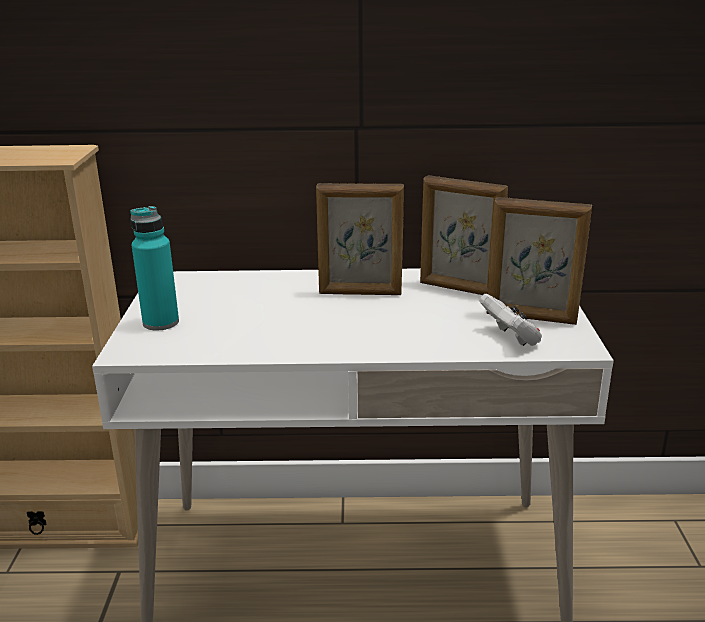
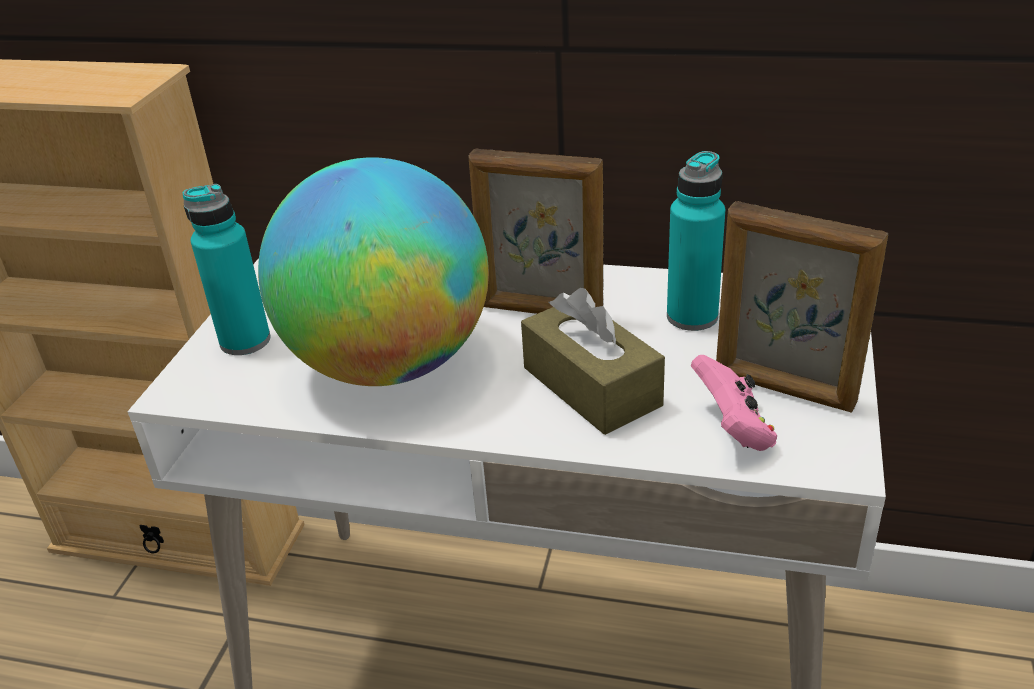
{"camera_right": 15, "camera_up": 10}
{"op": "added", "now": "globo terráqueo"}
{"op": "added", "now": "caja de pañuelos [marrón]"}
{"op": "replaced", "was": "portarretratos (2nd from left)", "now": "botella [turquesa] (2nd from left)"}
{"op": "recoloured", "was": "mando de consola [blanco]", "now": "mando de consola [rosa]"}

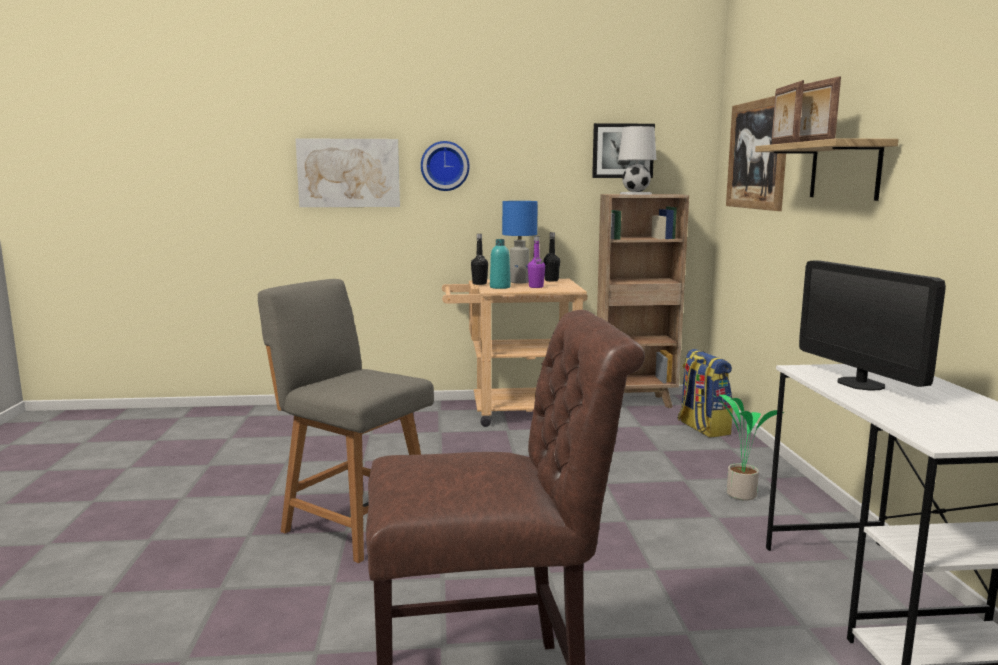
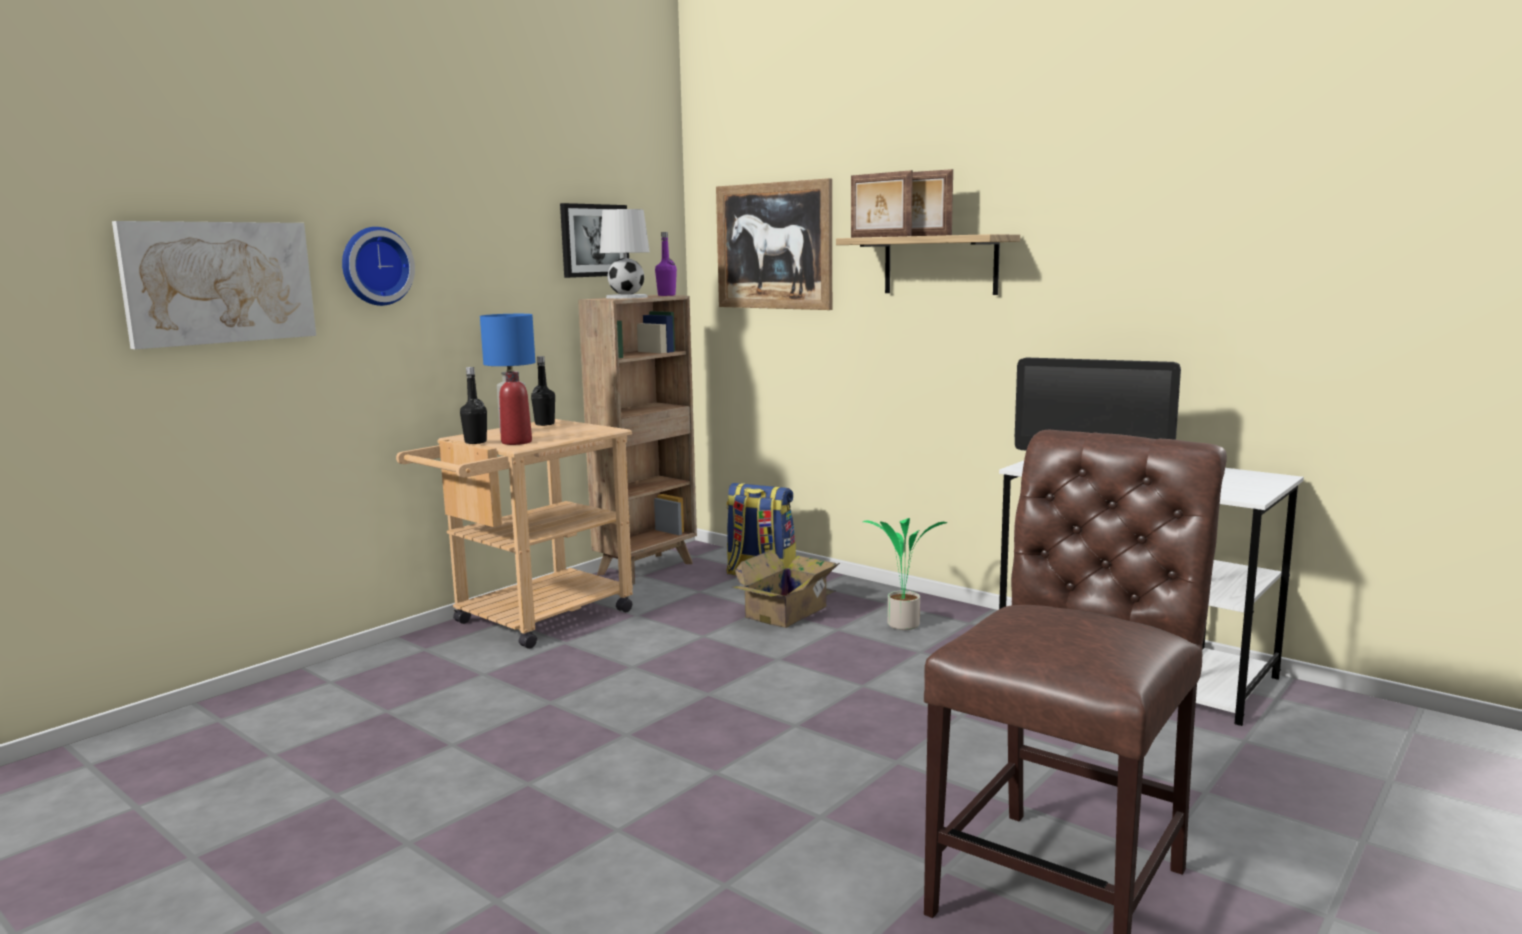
{"camera_right": -45, "camera_up": 0}
{"op": "removed", "was": "silla [gris]"}
{"op": "added", "now": "caja de cartón"}
{"op": "moved", "was": "botella [morado]"}
{"op": "recoloured", "was": "botella [turquesa]", "now": "botella [rojo]"}

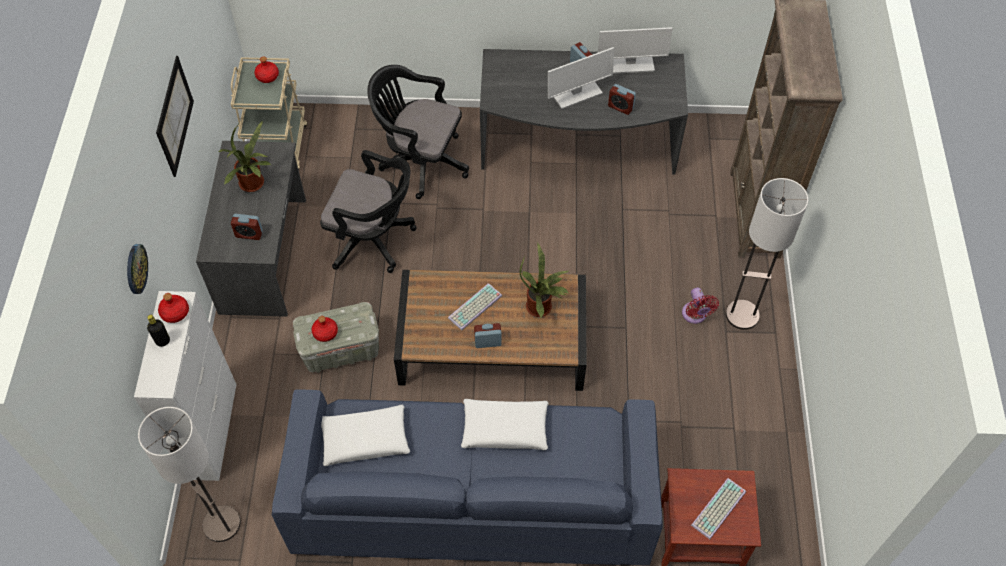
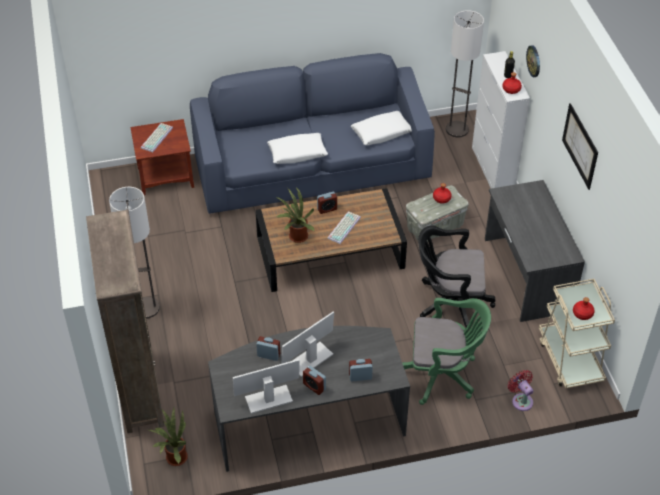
{"camera_right": 165, "camera_up": -10}
{"op": "moved", "was": "planta en maceta (1st from left)"}
{"op": "moved", "was": "despertador (1st from left in the first image)", "now": "despertador (4th from left)"}
{"op": "moved", "was": "ventilador [rojo]"}
{"op": "recoloured", "was": "silla de oficina [negro] (2nd from left)", "now": "silla de oficina [verde]"}

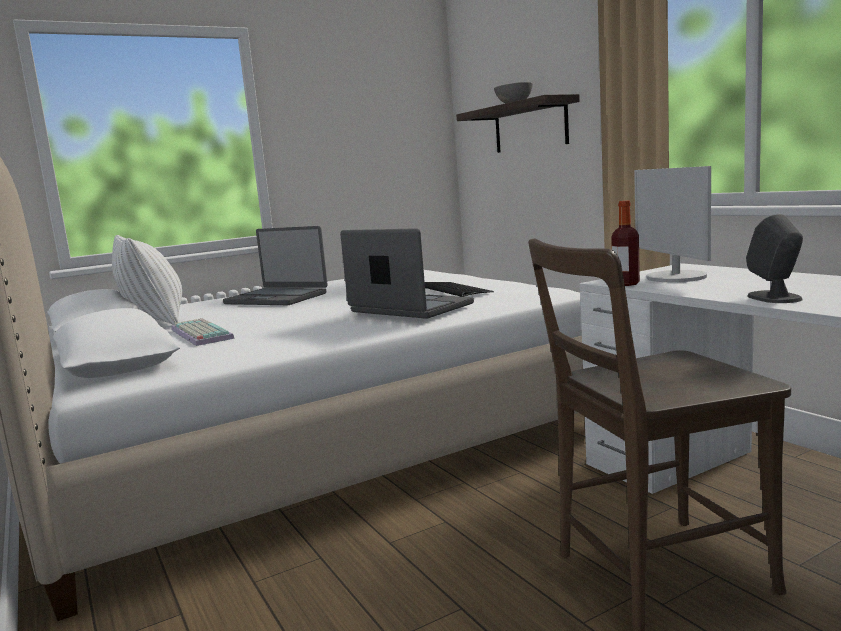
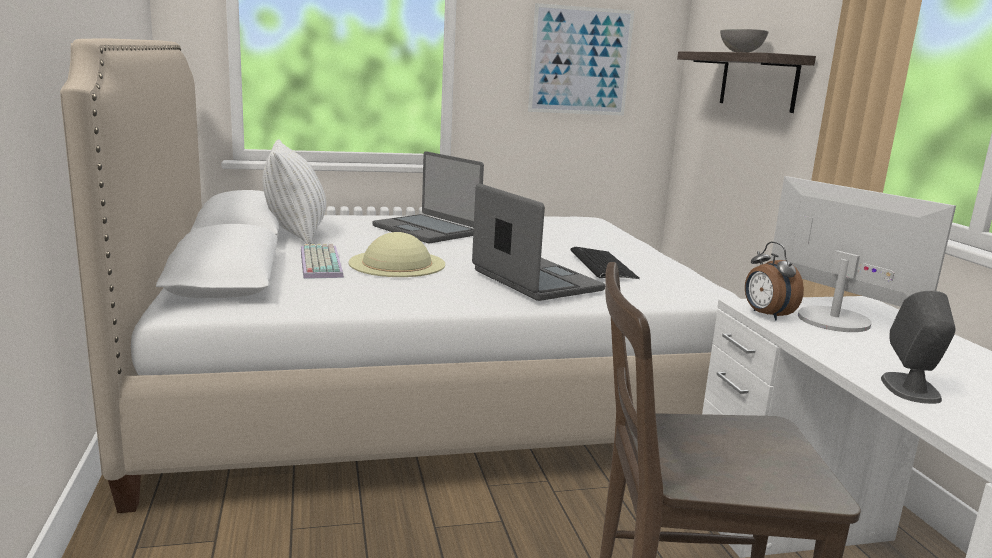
{"camera_right": 15, "camera_up": 5}
{"op": "added", "now": "sombrero [beis]"}
{"op": "added", "now": "cuadro"}
{"op": "replaced", "was": "botella", "now": "despertador"}
{"op": "turned", "was": "monitor", "clockwise": 135}

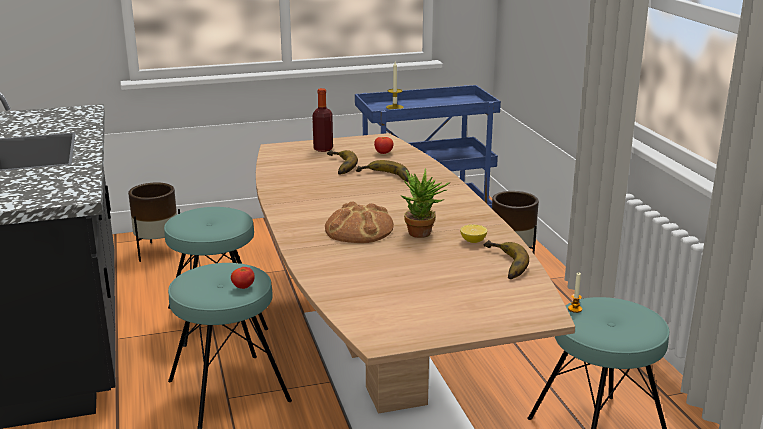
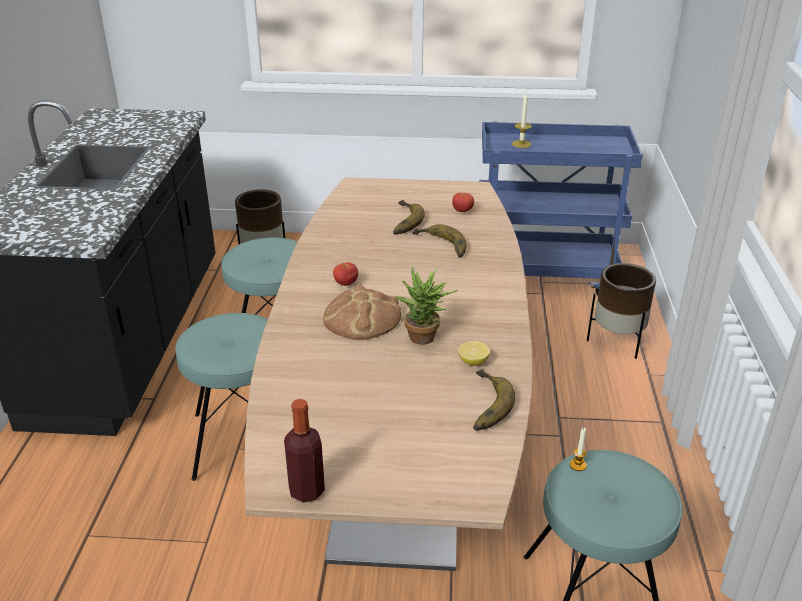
{"camera_right": 20, "camera_up": 10}
{"op": "moved", "was": "tomate (1st from left)"}
{"op": "moved", "was": "botella"}

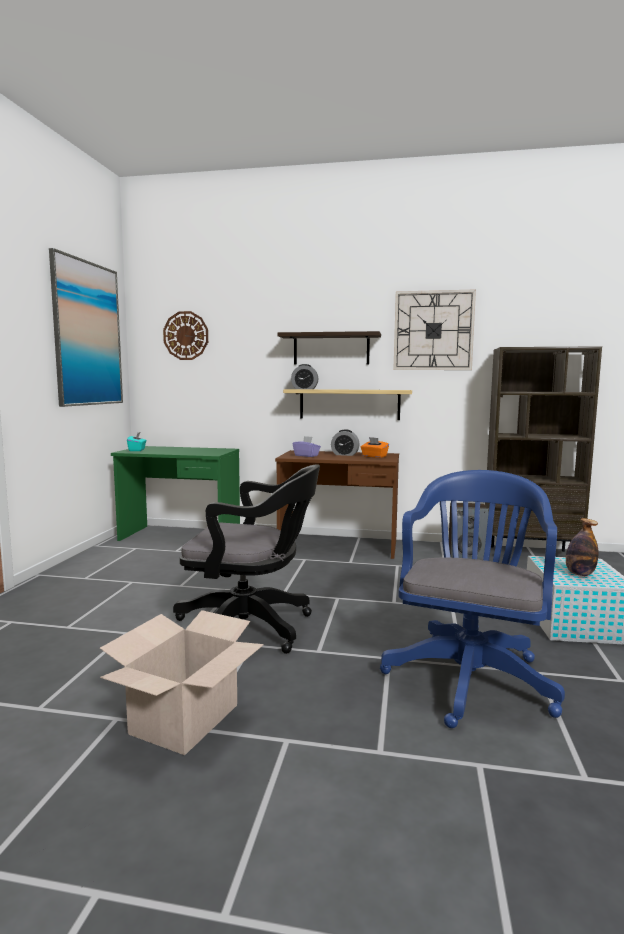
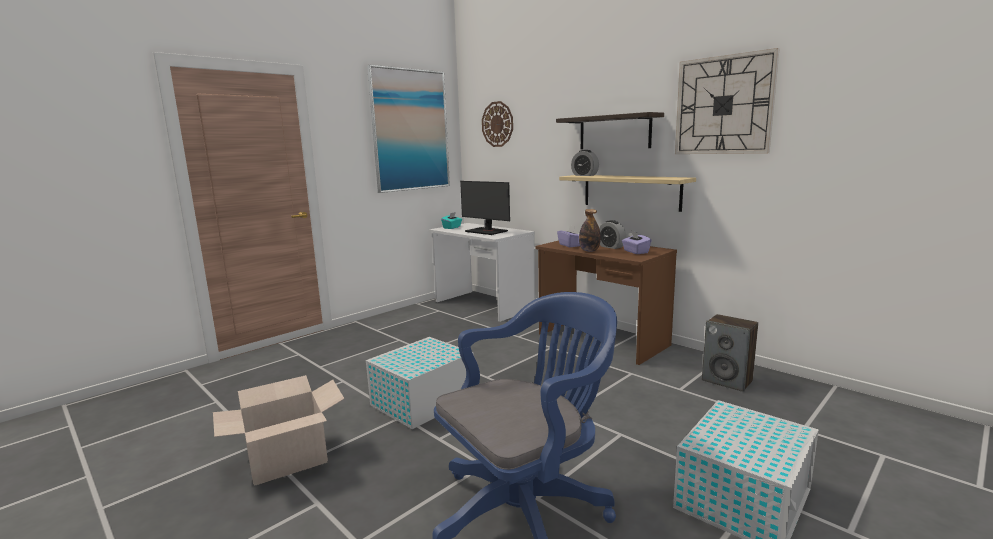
{"camera_right": 35, "camera_up": 5}
{"op": "removed", "was": "estantería [marrón]"}
{"op": "added", "now": "monitor"}
{"op": "moved", "was": "botella"}
{"op": "replaced", "was": "silla de oficina [negro]", "now": "caja de almacenaje [blanco] (1st from left)"}
{"op": "recoloured", "was": "escritorio [verde]", "now": "escritorio [blanco]"}
{"op": "recoloured", "was": "caja de pañuelos [naranja]", "now": "caja de pañuelos [morado] (2nd from left)"}

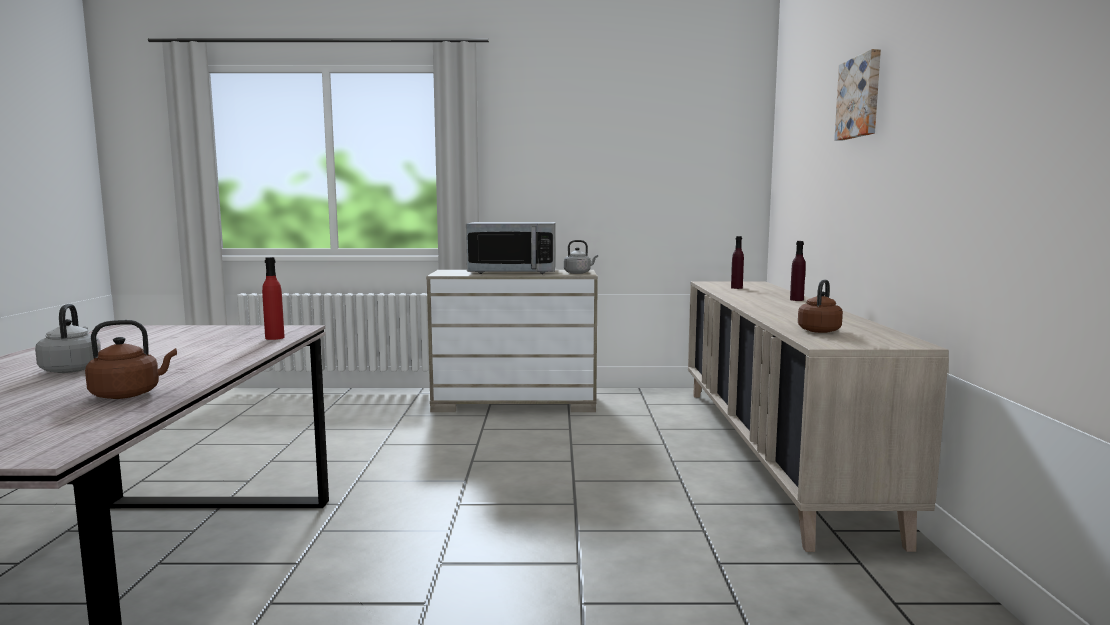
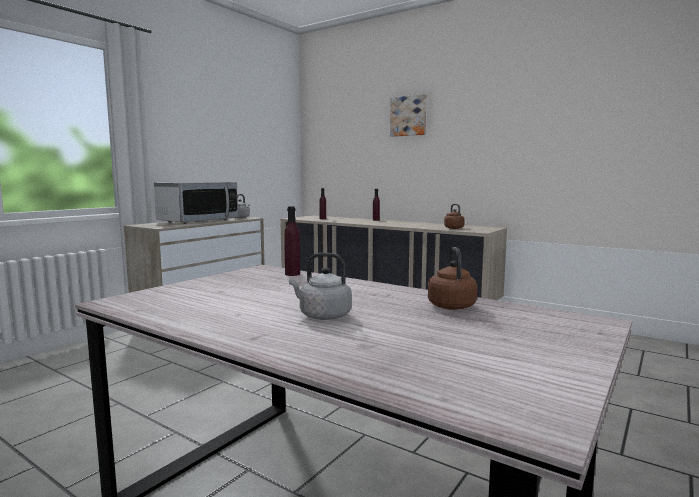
{"camera_right": -55, "camera_up": 0}
{"op": "recoloured", "was": "botella [rojo]", "now": "botella [morado] (1st from left)"}

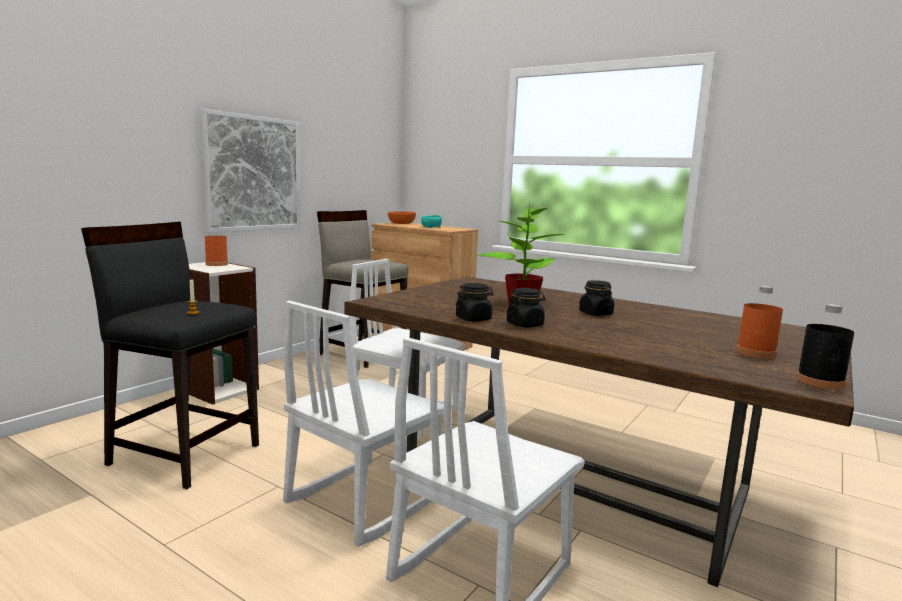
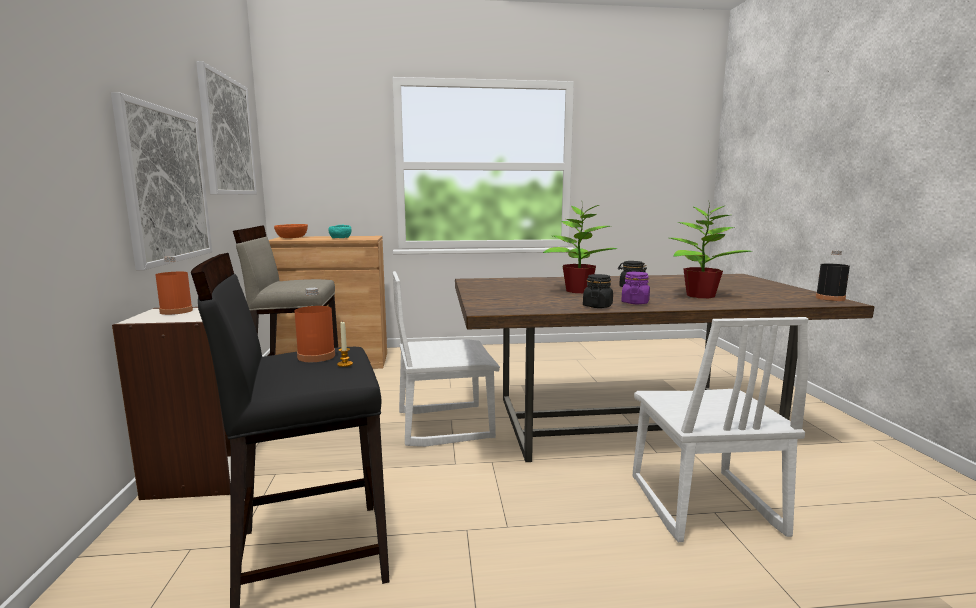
{"camera_right": -40, "camera_up": 0}
{"op": "removed", "was": "silla [blanco] (1st from left)"}
{"op": "added", "now": "cuadro (2nd from left)"}
{"op": "added", "now": "planta en maceta (2nd from left)"}
{"op": "moved", "was": "botella [naranja] (2nd from left)"}
{"op": "recoloured", "was": "tarro [negro] (2nd from left)", "now": "tarro [morado]"}

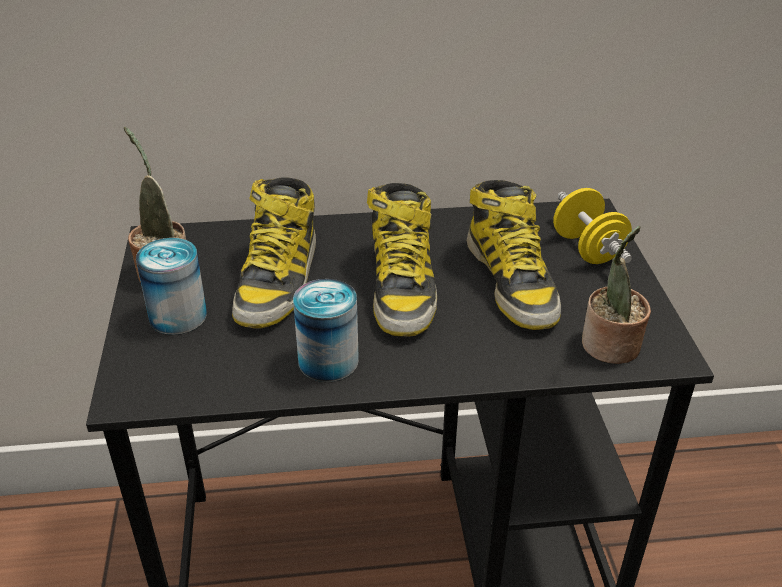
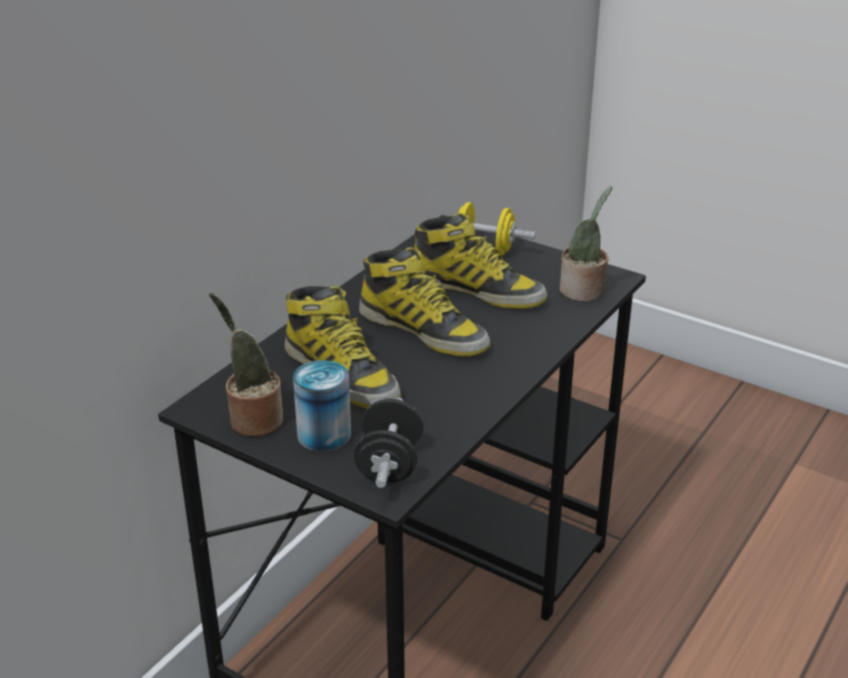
{"camera_right": -50, "camera_up": -5}
{"op": "removed", "was": "lata (2nd from left)"}
{"op": "added", "now": "mancuerna [negro]"}

